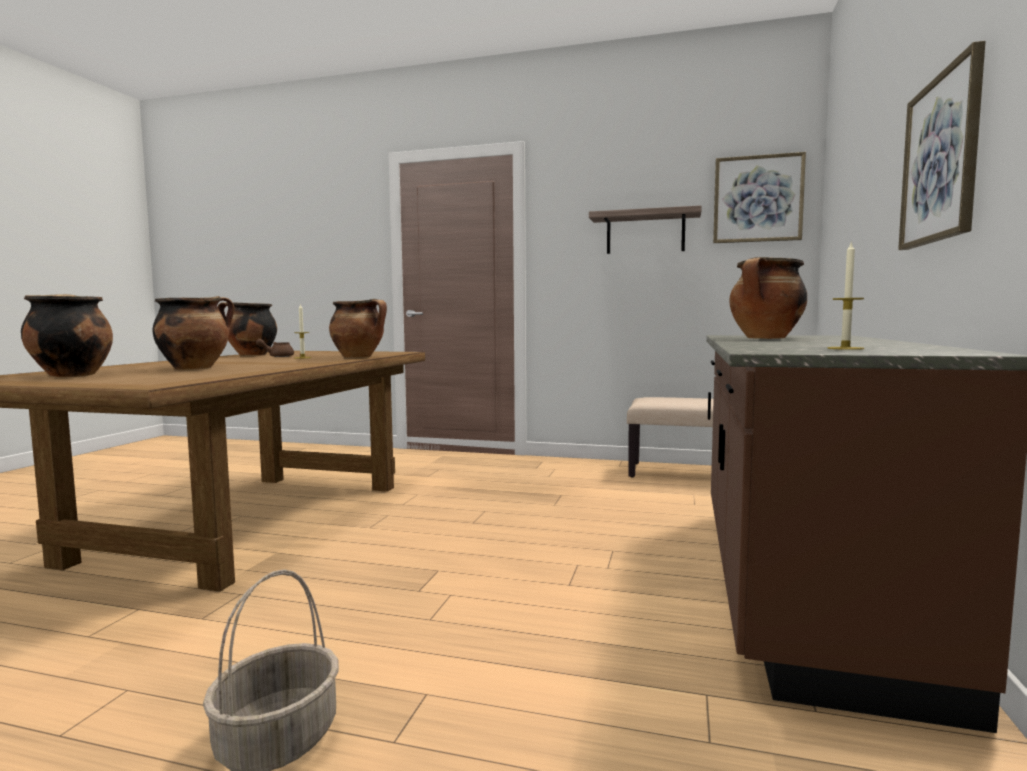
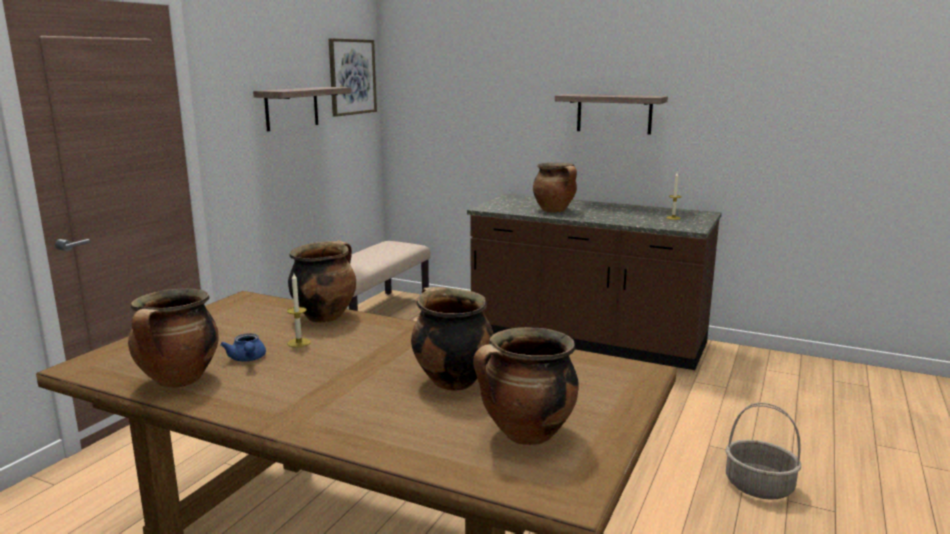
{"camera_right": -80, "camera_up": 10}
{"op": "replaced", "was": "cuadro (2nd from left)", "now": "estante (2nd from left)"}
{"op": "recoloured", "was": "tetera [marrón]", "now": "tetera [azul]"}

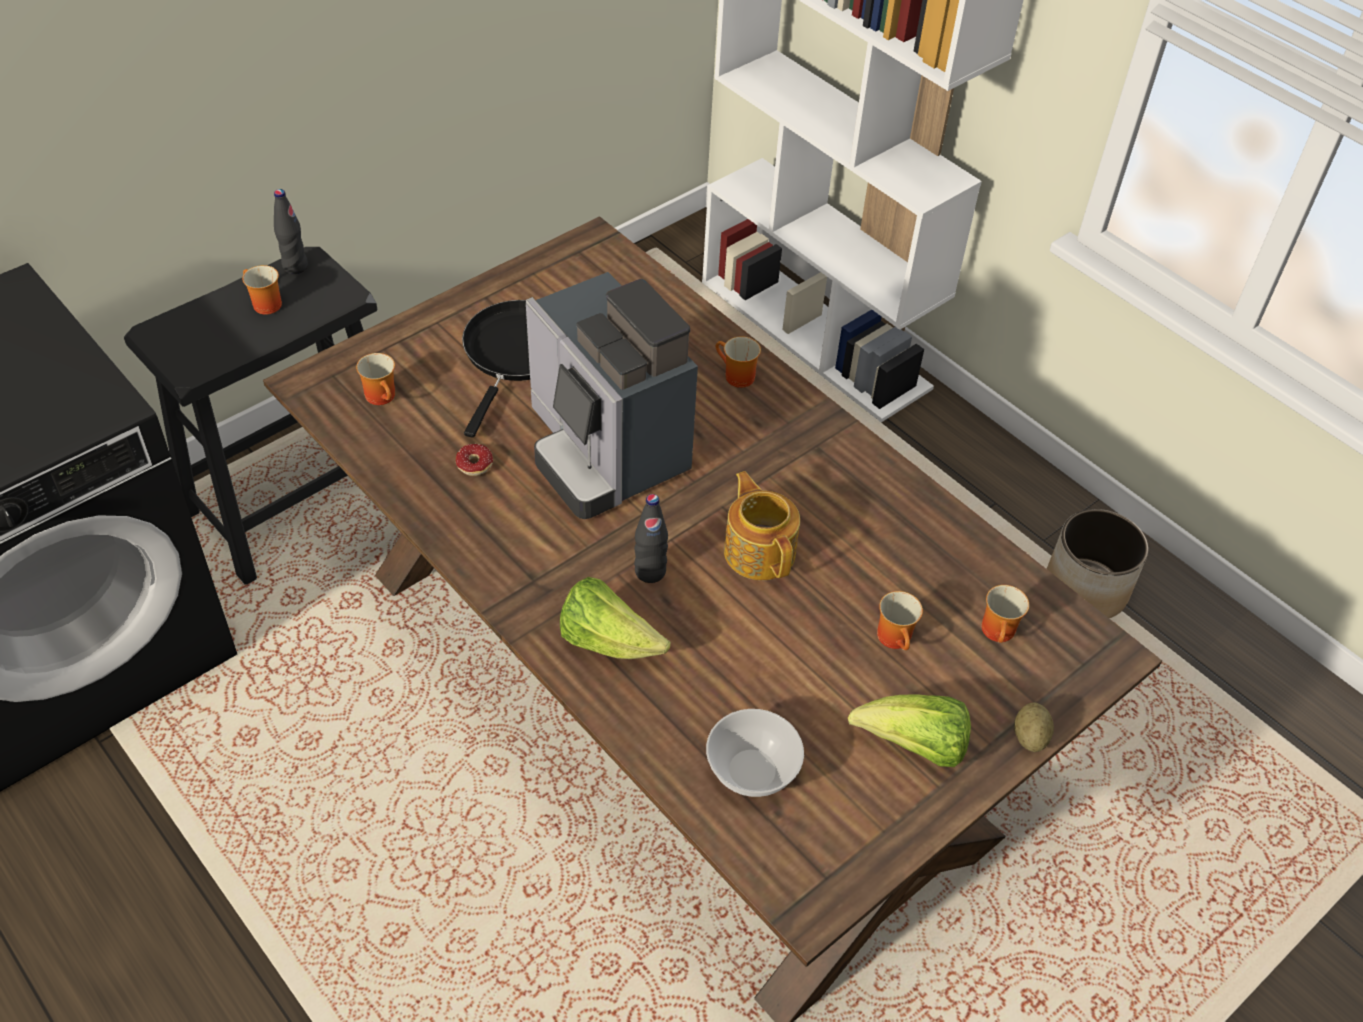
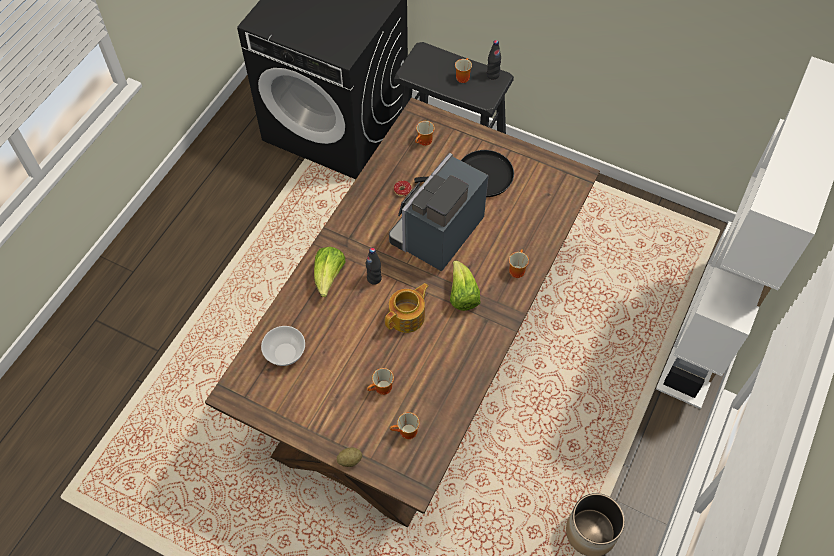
{"camera_right": 70, "camera_up": 10}
{"op": "moved", "was": "lechuga (2nd from left)"}

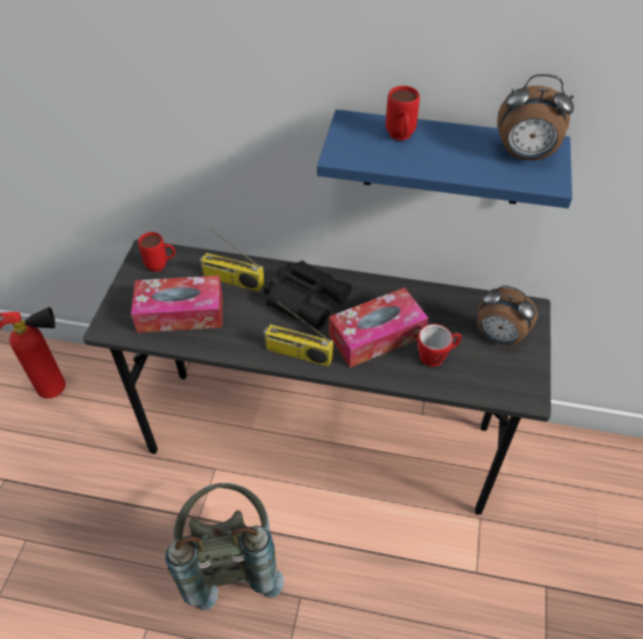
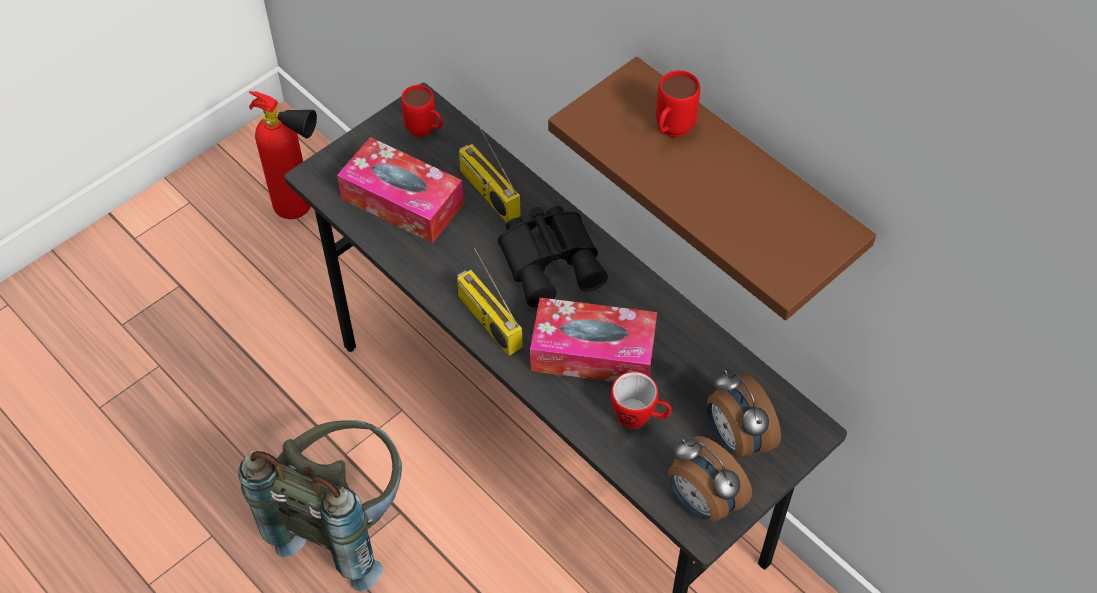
{"camera_right": 35, "camera_up": 5}
{"op": "moved", "was": "despertador (2nd from left in the first image)", "now": "despertador (1st from left)"}
{"op": "recoloured", "was": "estante [azul]", "now": "estante [marrón]"}

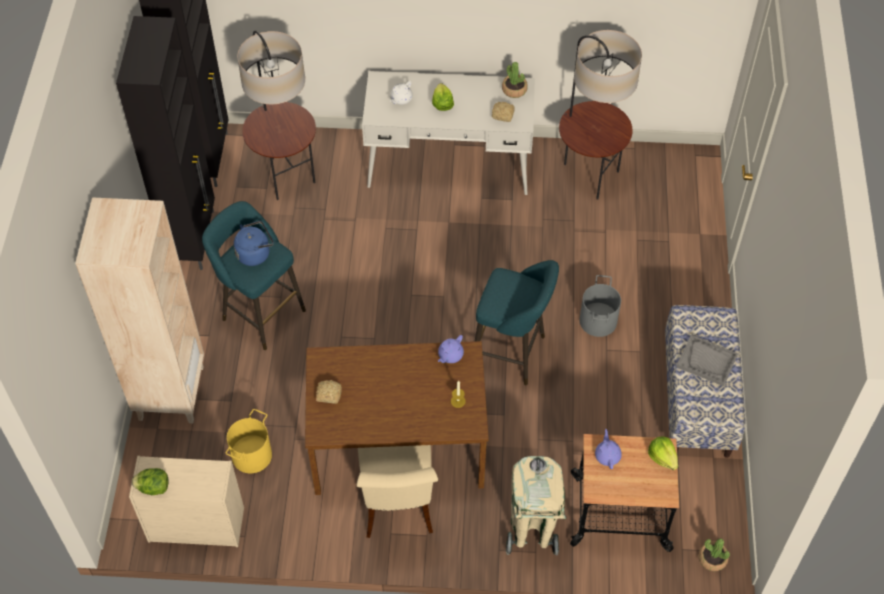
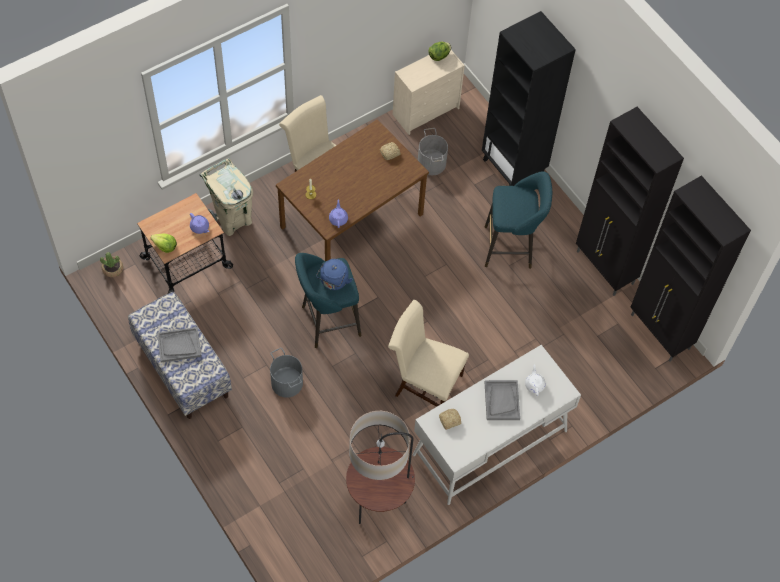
{"camera_right": 140, "camera_up": 5}
{"op": "removed", "was": "lámpara de pie (1st from left)"}
{"op": "removed", "was": "planta en maceta (1st from left)"}
{"op": "added", "now": "silla [beis] (2nd from left)"}
{"op": "moved", "was": "hervidor [azul]"}
{"op": "replaced", "was": "lechuga (2nd from left)", "now": "bandeja [gris] (2nd from left)"}
{"op": "recoloured", "was": "estantería [beis]", "now": "estantería [negro]"}
{"op": "recoloured", "was": "cubo [amarillo]", "now": "cubo [gris] (2nd from left)"}

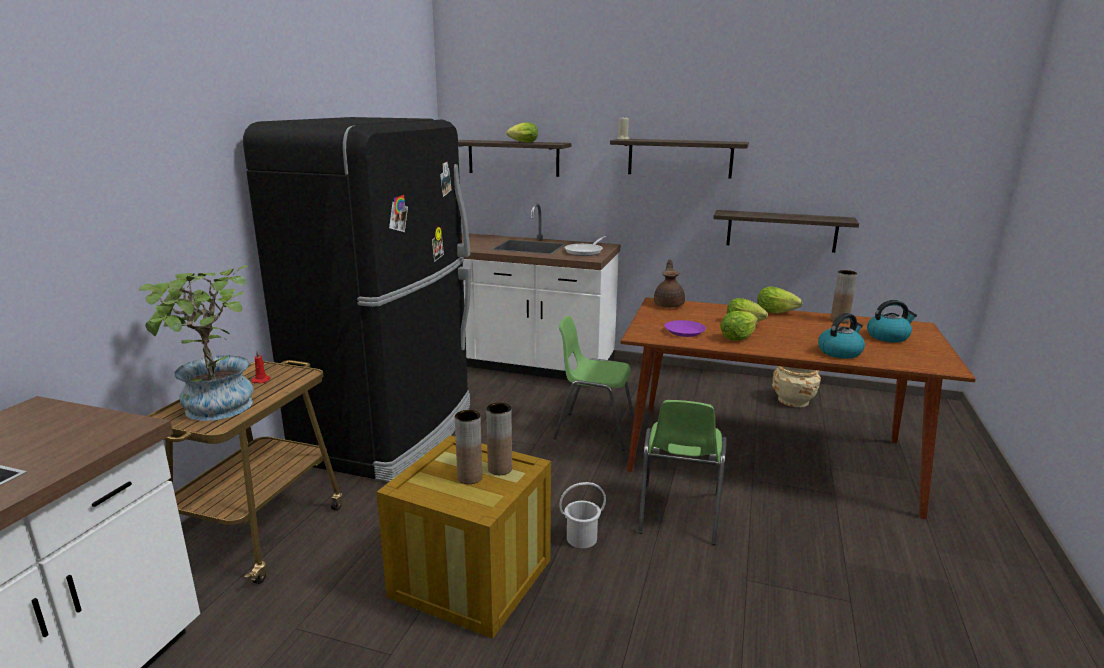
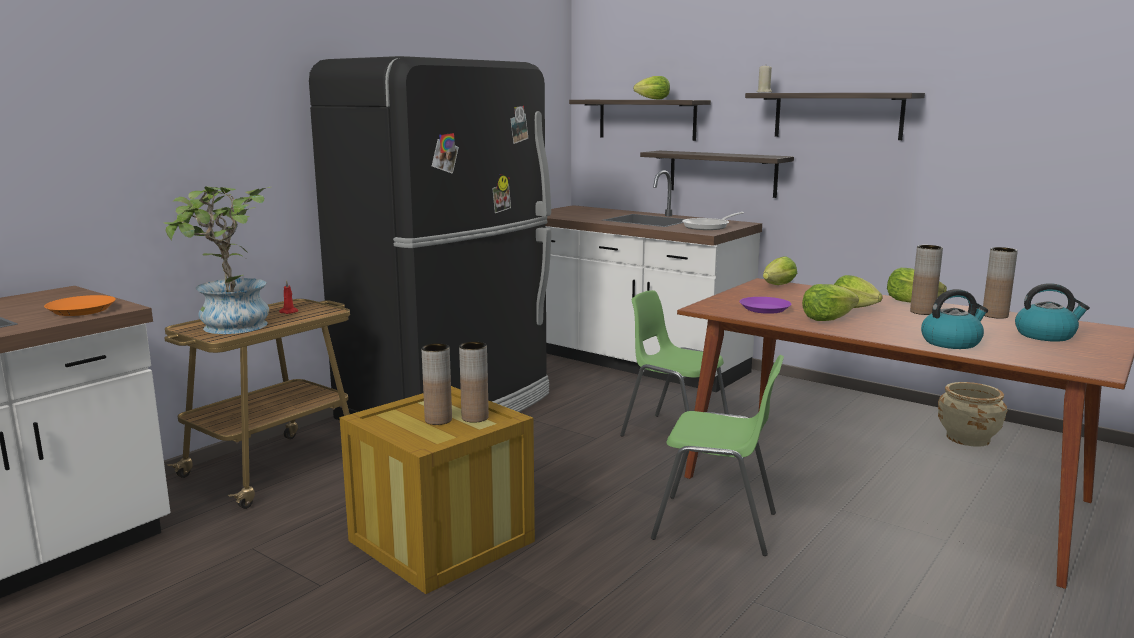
{"camera_right": 20, "camera_up": -5}
{"op": "removed", "was": "cubo [blanco]"}
{"op": "added", "now": "plato [naranja]"}
{"op": "added", "now": "florero [marrón] (3rd from left)"}
{"op": "moved", "was": "estante (3rd from left in the first image)", "now": "estante (2nd from left)"}
{"op": "replaced", "was": "tetera [marrón]", "now": "lechuga (2nd from left)"}
{"op": "turned", "was": "silla [verde] (2nd from left)", "clockwise": -105}

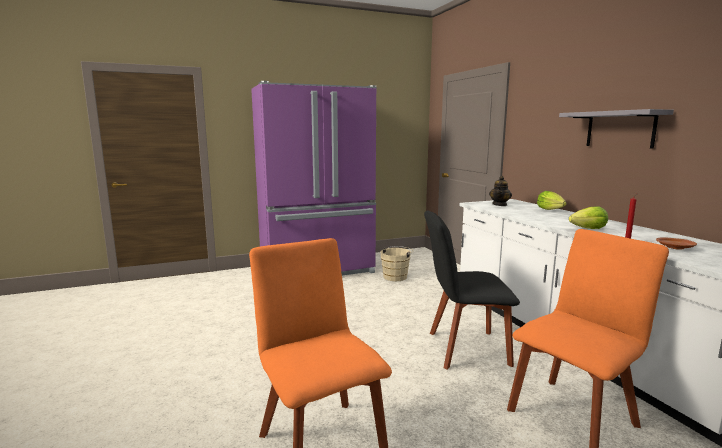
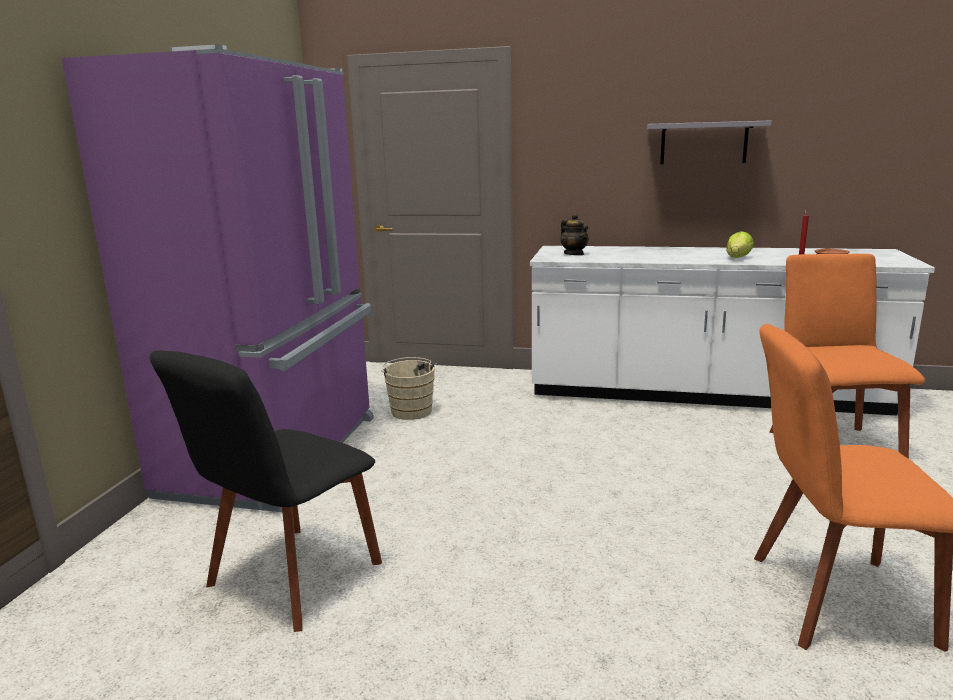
{"camera_right": -55, "camera_up": 5}
{"op": "removed", "was": "lechuga (1st from left)"}
{"op": "moved", "was": "silla [negro]"}

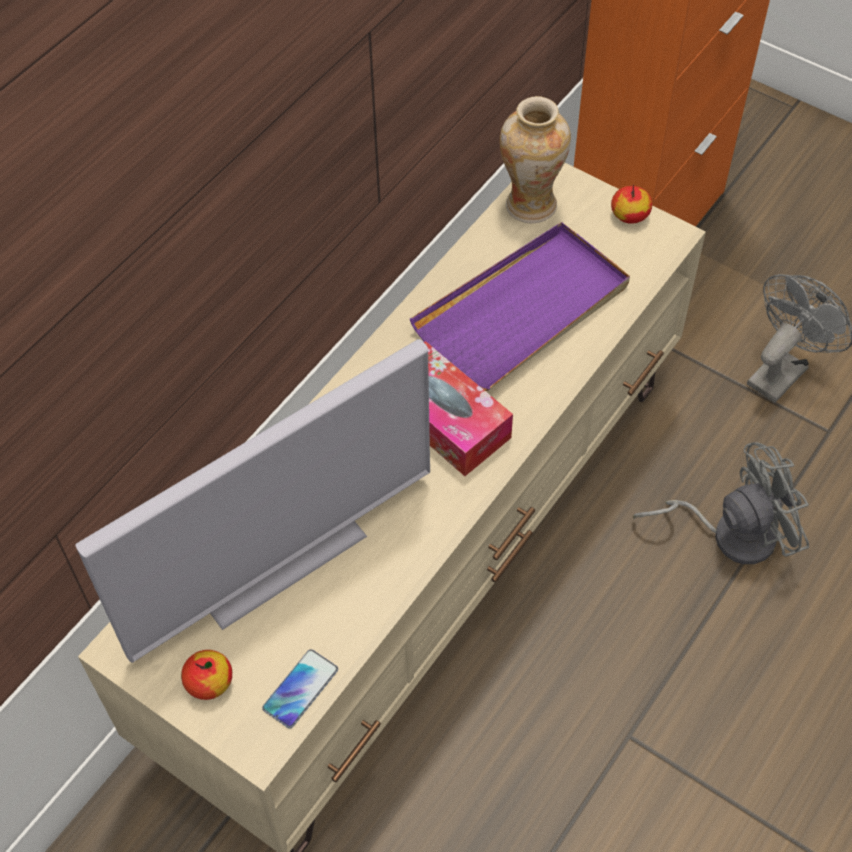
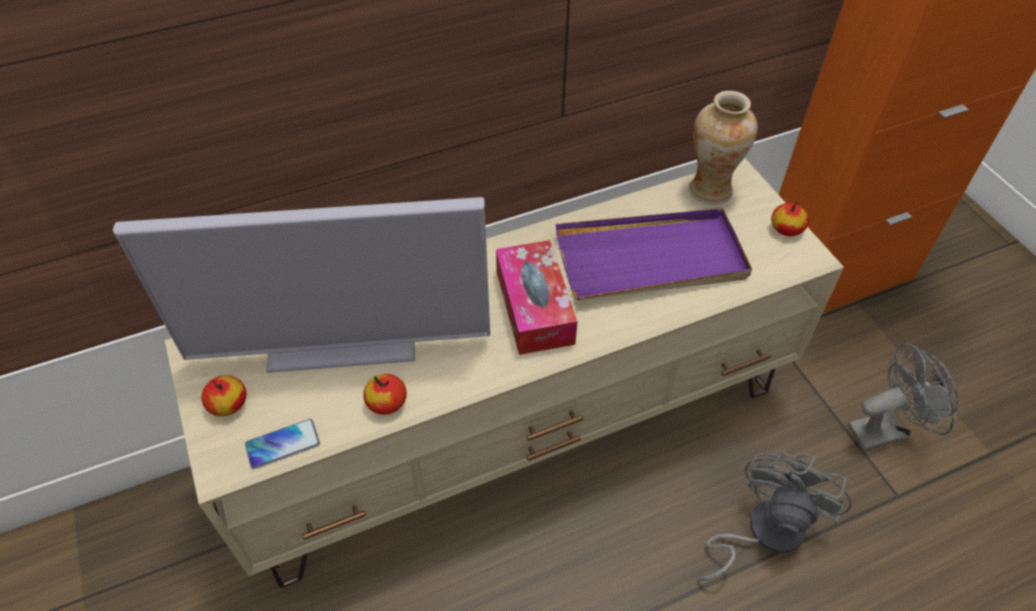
{"camera_right": 30, "camera_up": -5}
{"op": "added", "now": "manzana (2nd from left)"}
{"op": "turned", "was": "ventilador [gris] (1st from left)", "clockwise": -75}

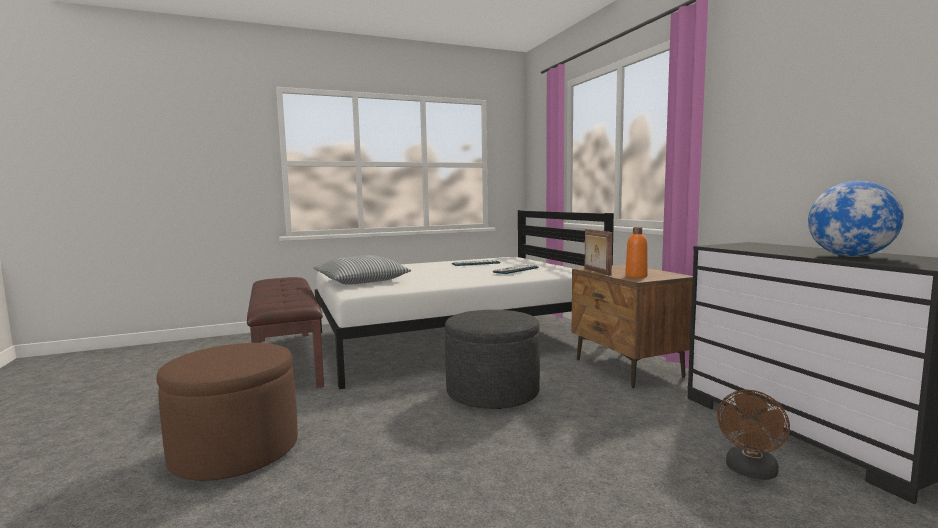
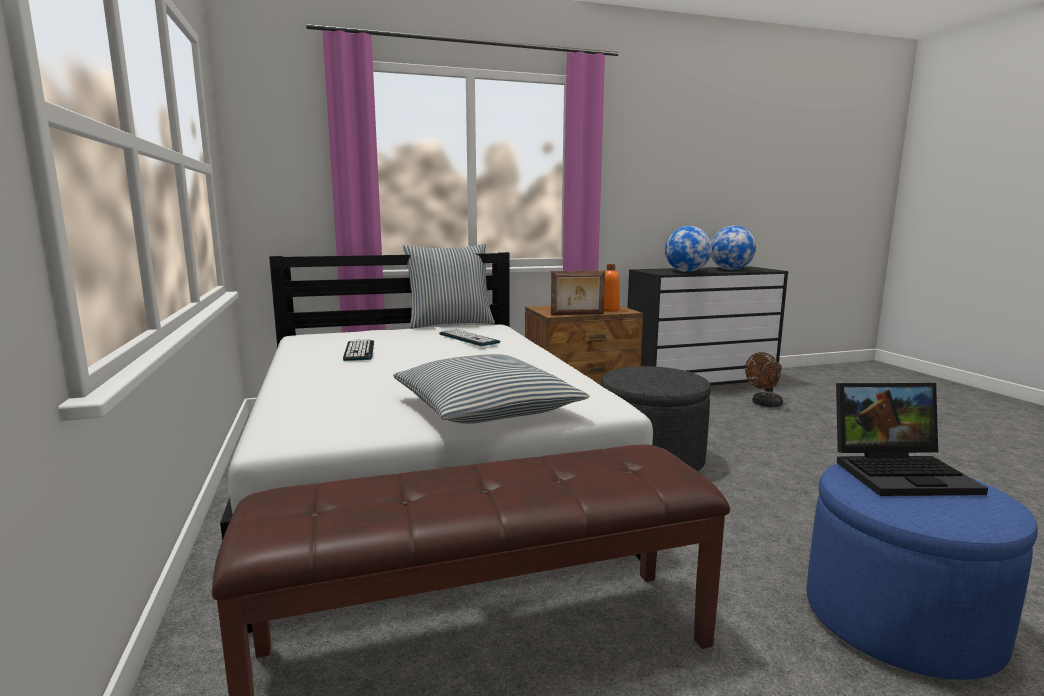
{"camera_right": -85, "camera_up": 5}
{"op": "added", "now": "cojín (1st from left)"}
{"op": "added", "now": "globo terráqueo (1st from left)"}
{"op": "added", "now": "portátil"}
{"op": "recoloured", "was": "puf [marrón]", "now": "puf [azul]"}
{"op": "turned", "was": "ventilador [marrón]", "clockwise": 105}

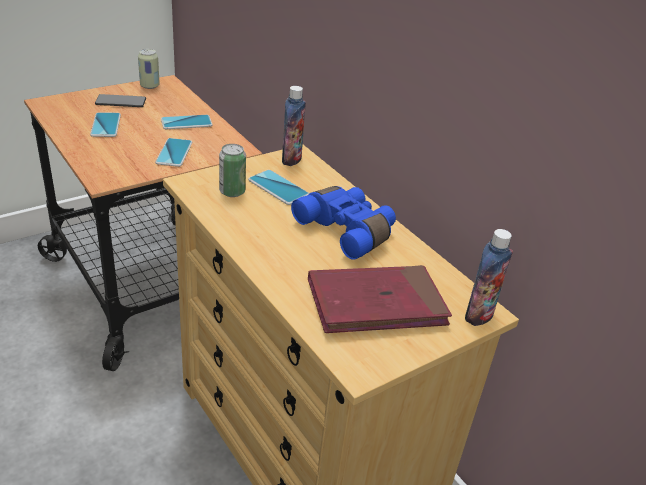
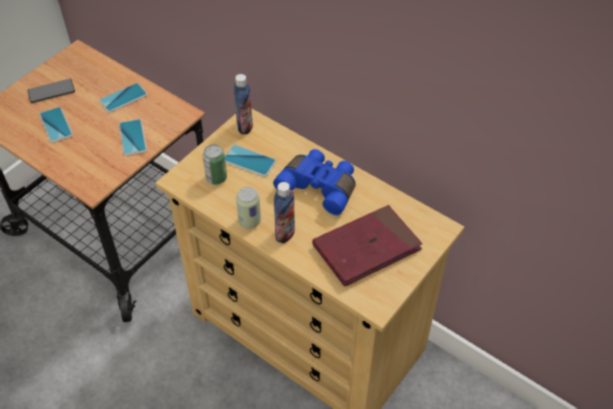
{"camera_right": -15, "camera_up": 15}
{"op": "moved", "was": "lata (1st from left in the first image)", "now": "lata (2nd from left)"}
{"op": "moved", "was": "botella (2nd from left)"}

